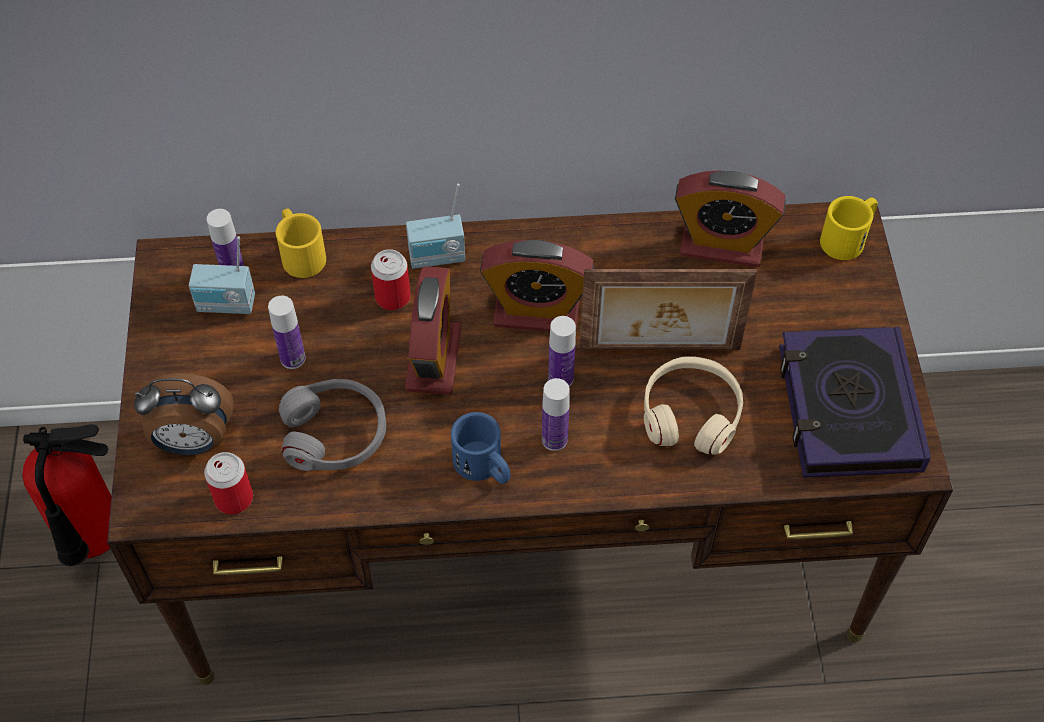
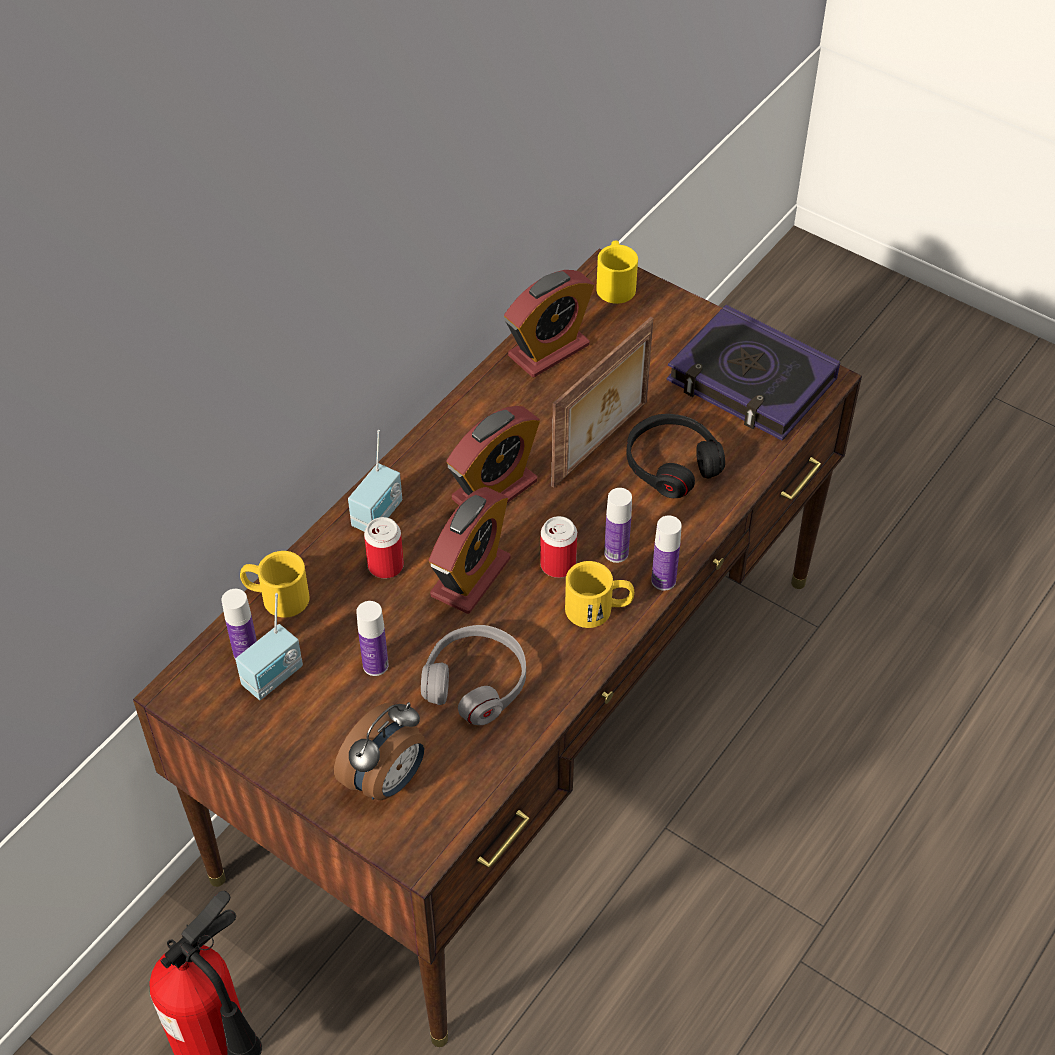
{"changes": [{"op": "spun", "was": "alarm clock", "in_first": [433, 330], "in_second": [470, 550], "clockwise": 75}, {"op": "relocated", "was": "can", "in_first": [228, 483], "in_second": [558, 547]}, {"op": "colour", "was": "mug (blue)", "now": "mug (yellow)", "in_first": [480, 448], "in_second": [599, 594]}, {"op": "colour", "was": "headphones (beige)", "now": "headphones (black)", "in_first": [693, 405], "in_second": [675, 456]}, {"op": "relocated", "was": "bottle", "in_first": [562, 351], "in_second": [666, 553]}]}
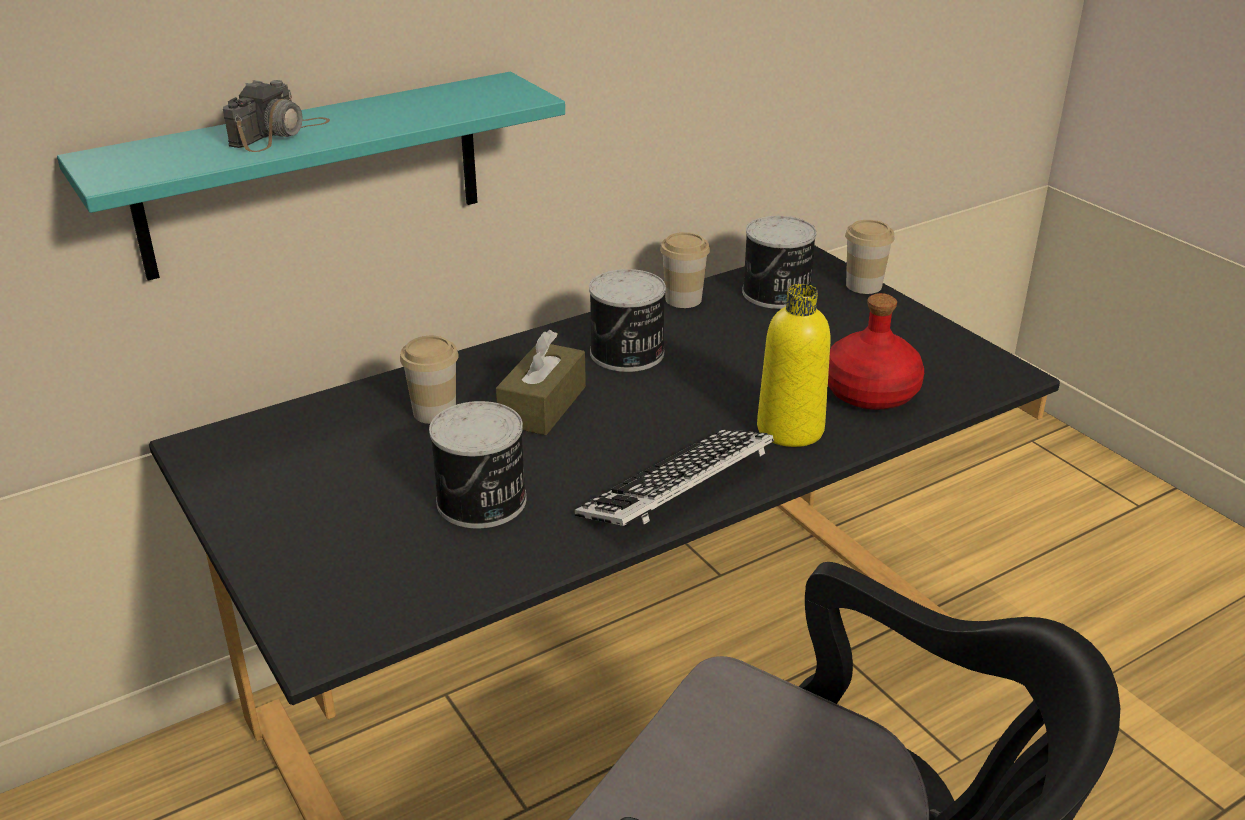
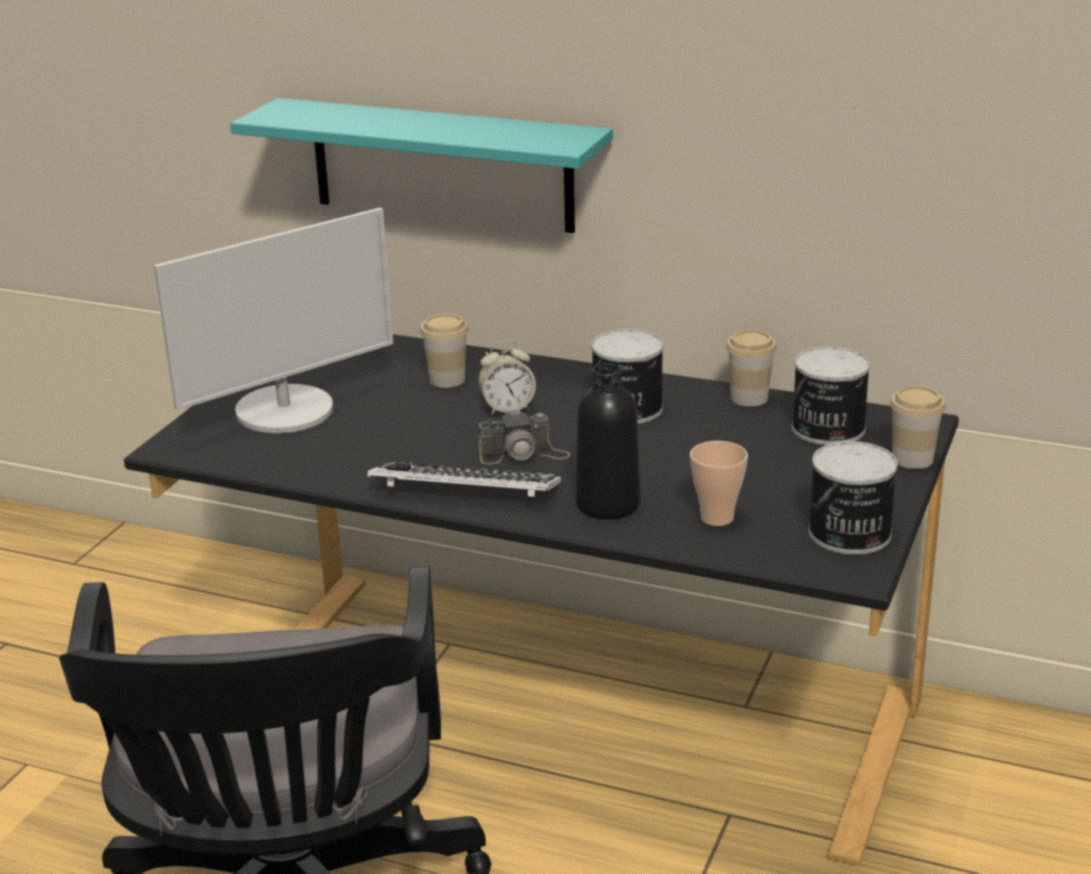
{"changes": [{"op": "appeared", "now": "monitor", "in_second": [273, 320]}, {"op": "exchanged", "was": "tissue box (brown)", "now": "alarm clock", "in_first": [541, 382], "in_second": [507, 377]}, {"op": "relocated", "was": "photo camera", "in_first": [276, 116], "in_second": [524, 436]}, {"op": "colour", "was": "bottle (yellow)", "now": "bottle (black)", "in_first": [794, 365], "in_second": [608, 441]}, {"op": "exchanged", "was": "bottle (red)", "now": "cup", "in_first": [876, 351], "in_second": [719, 483]}, {"op": "relocated", "was": "can", "in_first": [478, 464], "in_second": [853, 498]}]}
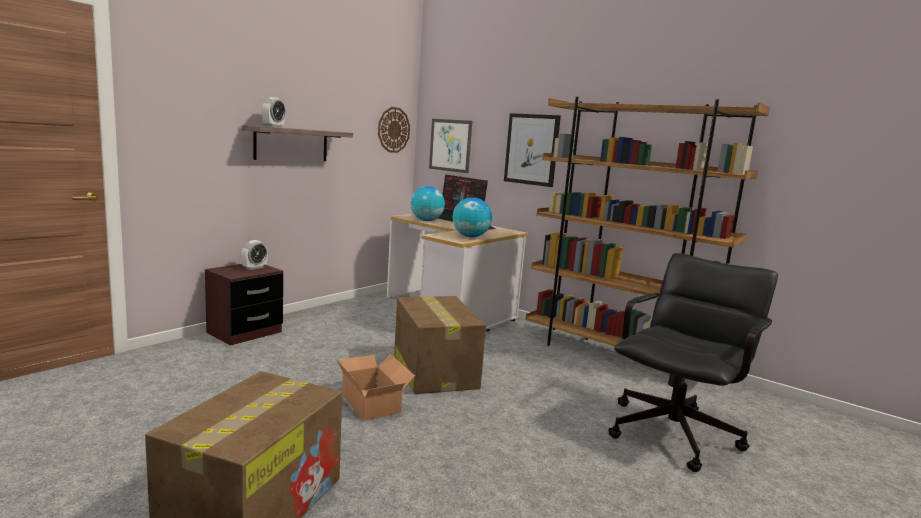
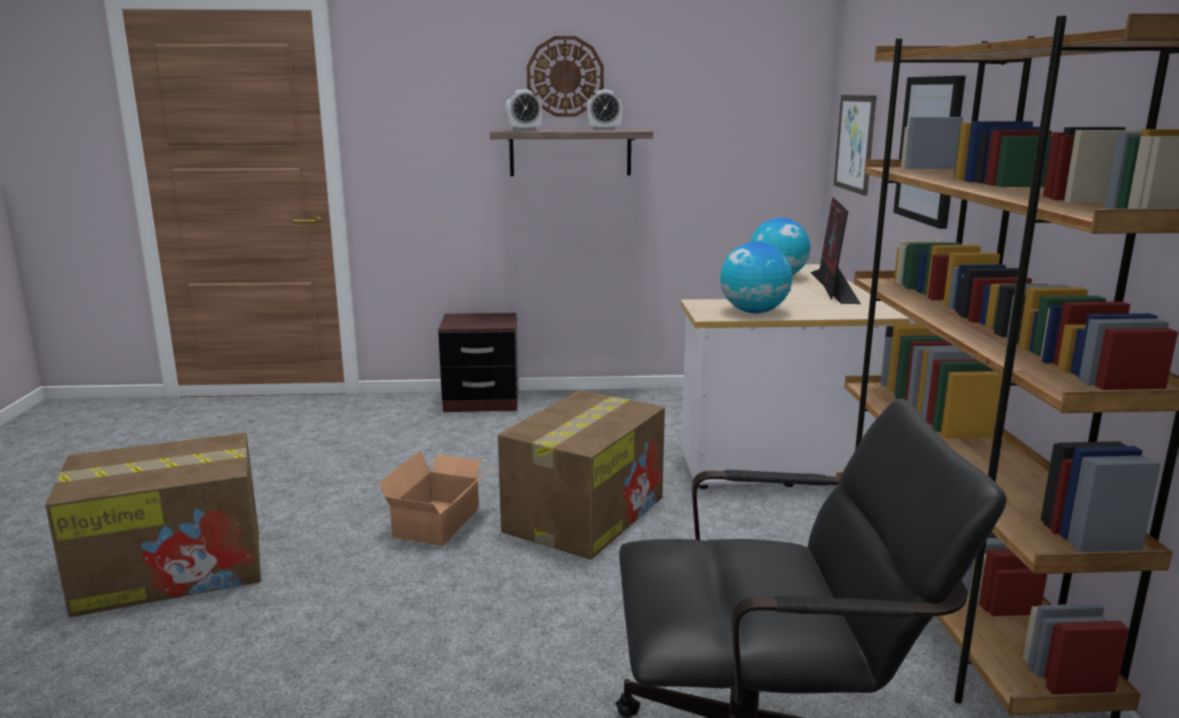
{"changes": [{"op": "relocated", "was": "wall clock", "in_first": [394, 130], "in_second": [565, 76]}, {"op": "relocated", "was": "alarm clock", "in_first": [254, 255], "in_second": [604, 109]}]}
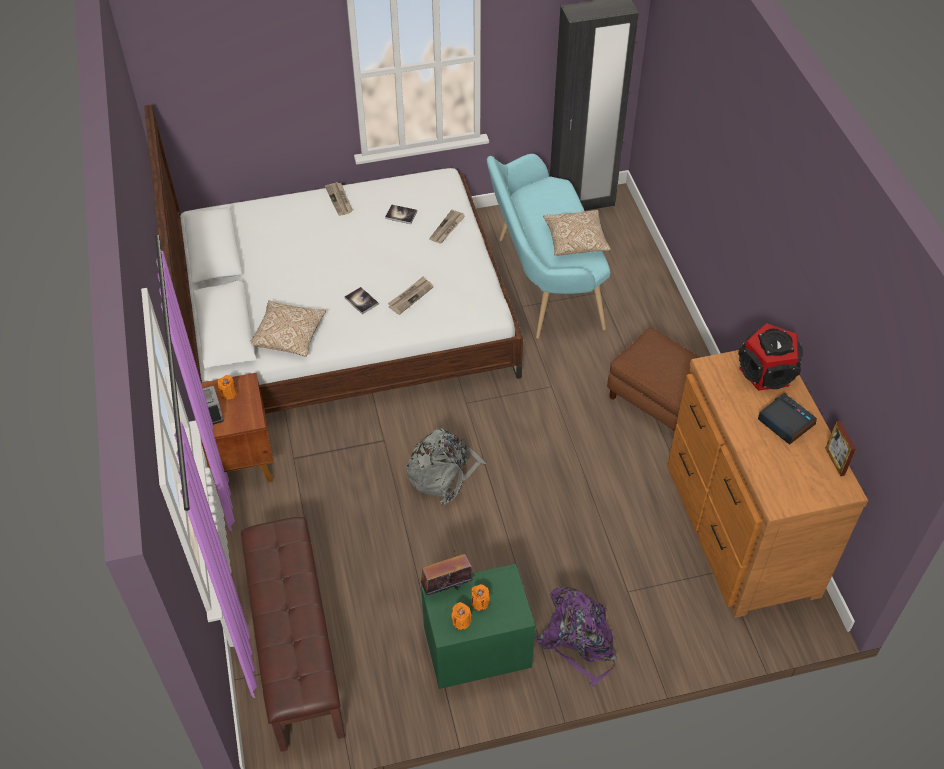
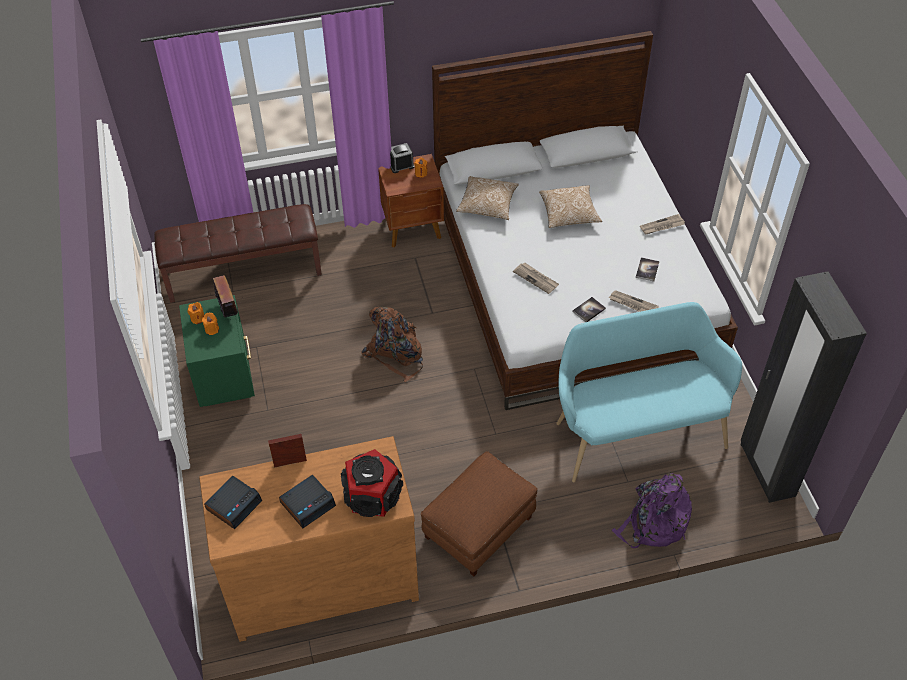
{"changes": [{"op": "appeared", "now": "alarm clock", "in_second": [233, 502]}, {"op": "relocated", "was": "picture frame", "in_first": [840, 448], "in_second": [287, 451]}, {"op": "colour", "was": "backpack (grey)", "now": "backpack (brown)", "in_first": [446, 466], "in_second": [392, 344]}, {"op": "relocated", "was": "pillow", "in_first": [577, 233], "in_second": [570, 206]}, {"op": "relocated", "was": "book", "in_first": [361, 300], "in_second": [589, 309]}, {"op": "relocated", "was": "backpack (purple)", "in_first": [576, 637], "in_second": [652, 510]}]}
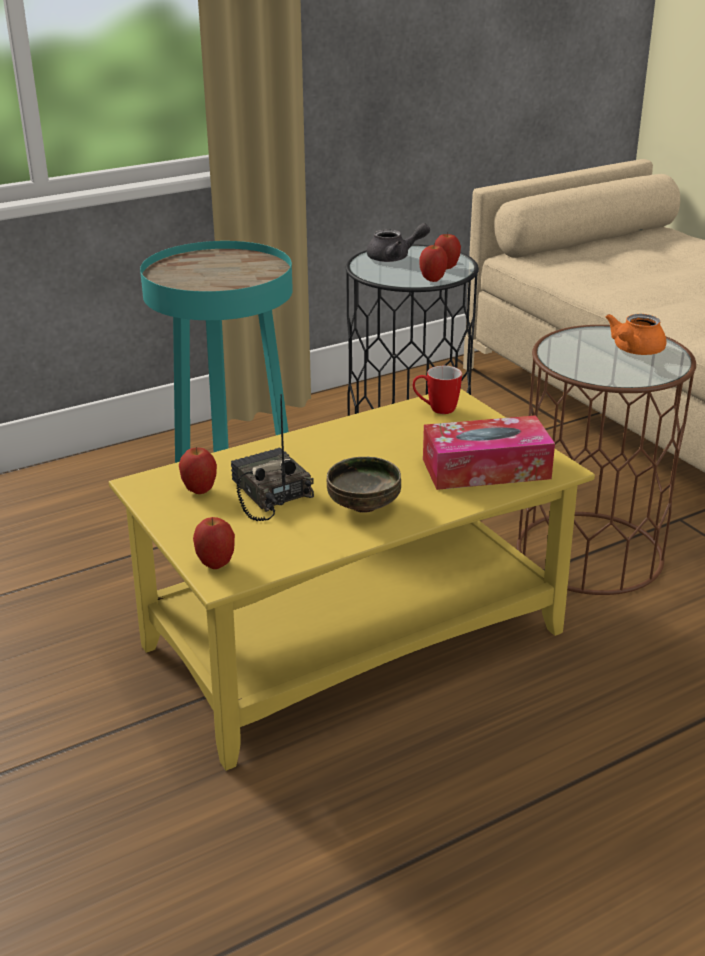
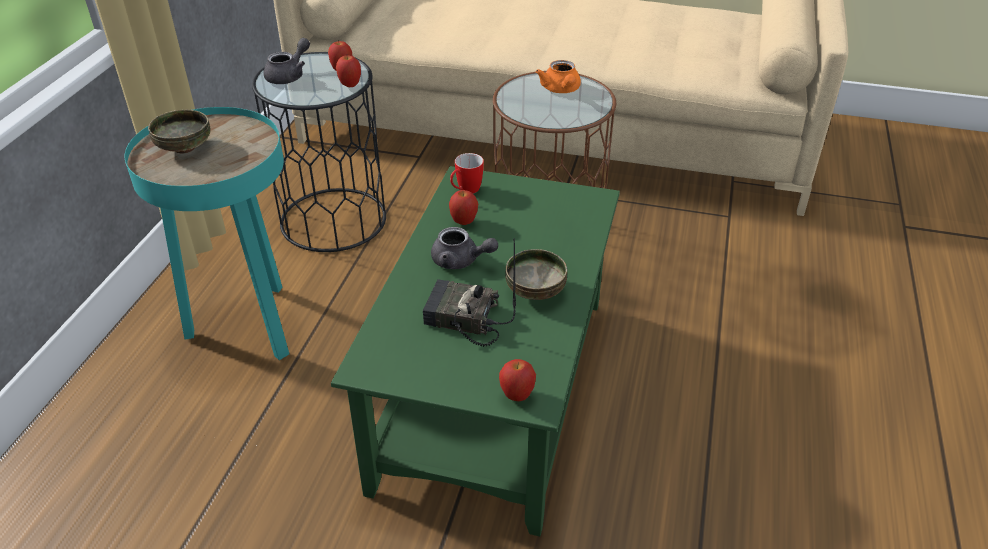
{"changes": [{"op": "appeared", "now": "bowl", "in_second": [179, 132]}, {"op": "colour", "was": "coffee table (yellow)", "now": "coffee table (green)", "in_first": [352, 580], "in_second": [475, 351]}, {"op": "appeared", "now": "teapot (grey)", "in_second": [464, 248]}, {"op": "relocated", "was": "apple", "in_first": [198, 470], "in_second": [463, 207]}, {"op": "missing", "was": "tissue box", "in_first": [489, 452]}]}
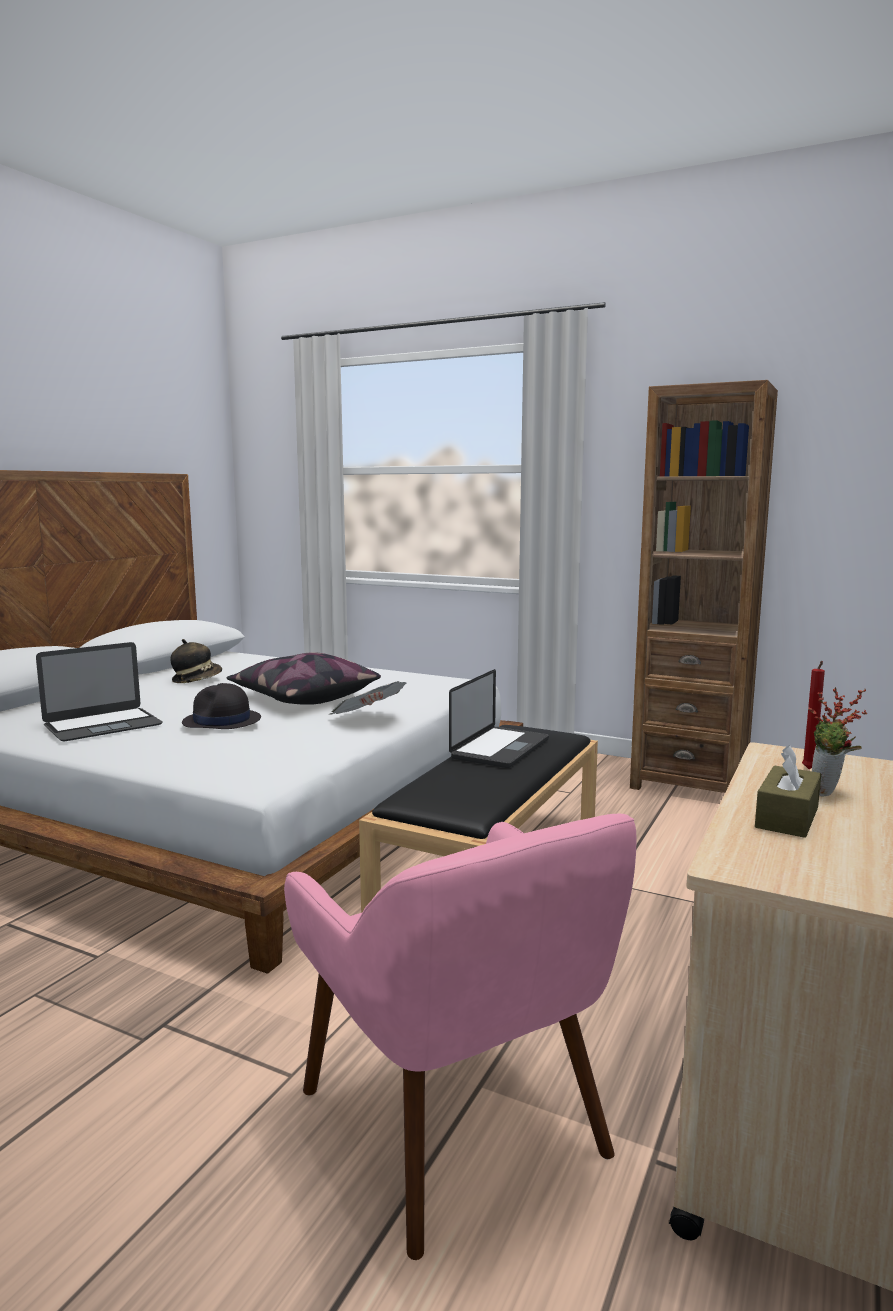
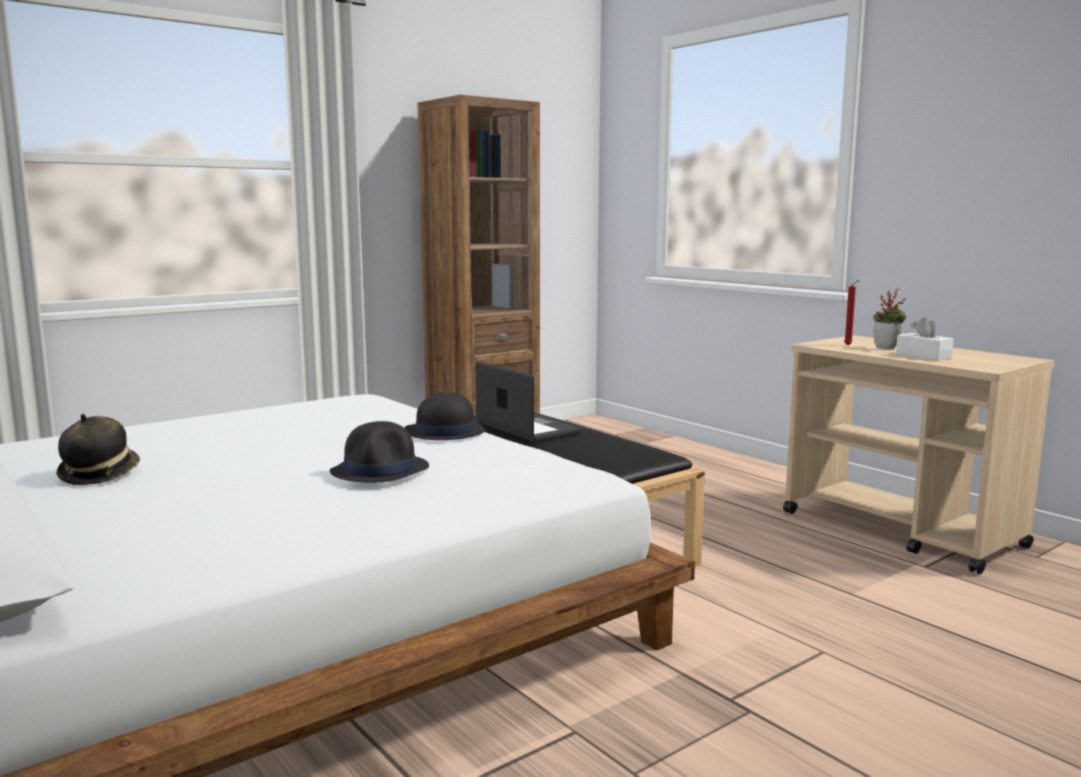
{"changes": [{"op": "exchanged", "was": "newspaper", "now": "hat (black)", "in_first": [368, 698], "in_second": [445, 416]}, {"op": "colour", "was": "tissue box (brown)", "now": "tissue box (white)", "in_first": [788, 791], "in_second": [925, 339]}, {"op": "missing", "was": "laptop", "in_first": [99, 691]}, {"op": "missing", "was": "pillow", "in_first": [304, 678]}, {"op": "missing", "was": "armchair (pink)", "in_first": [460, 1037]}]}
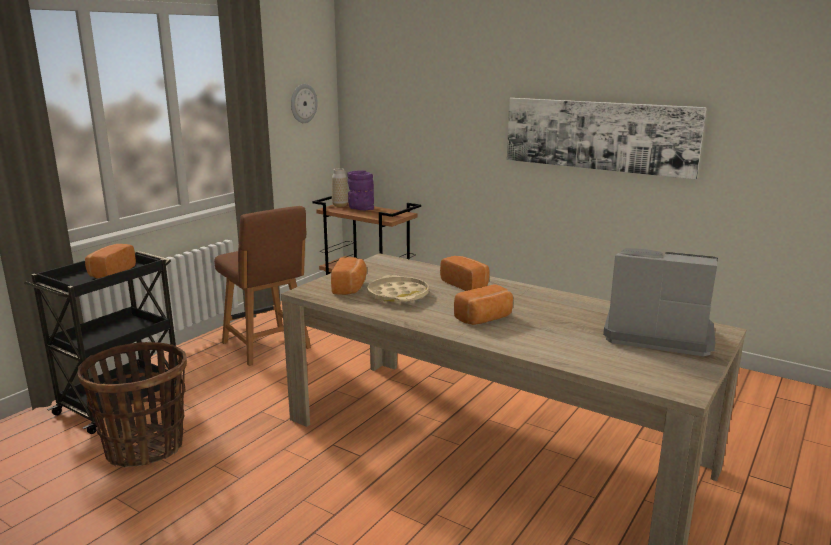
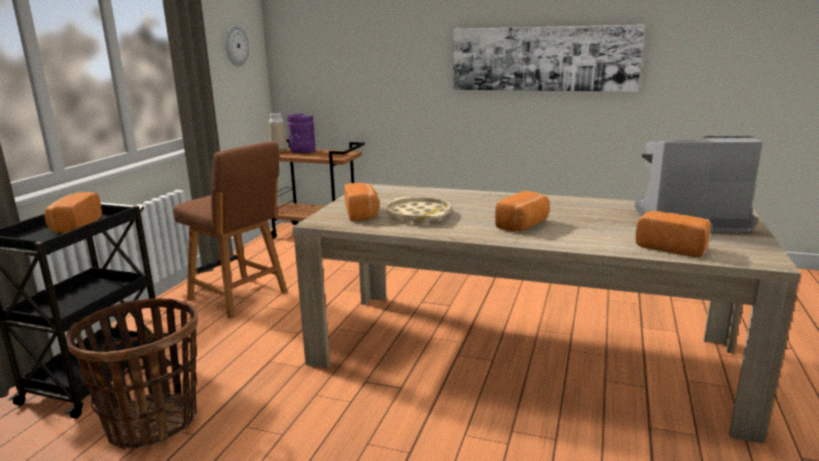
{"changes": [{"op": "relocated", "was": "bread", "in_first": [465, 273], "in_second": [673, 234]}]}
